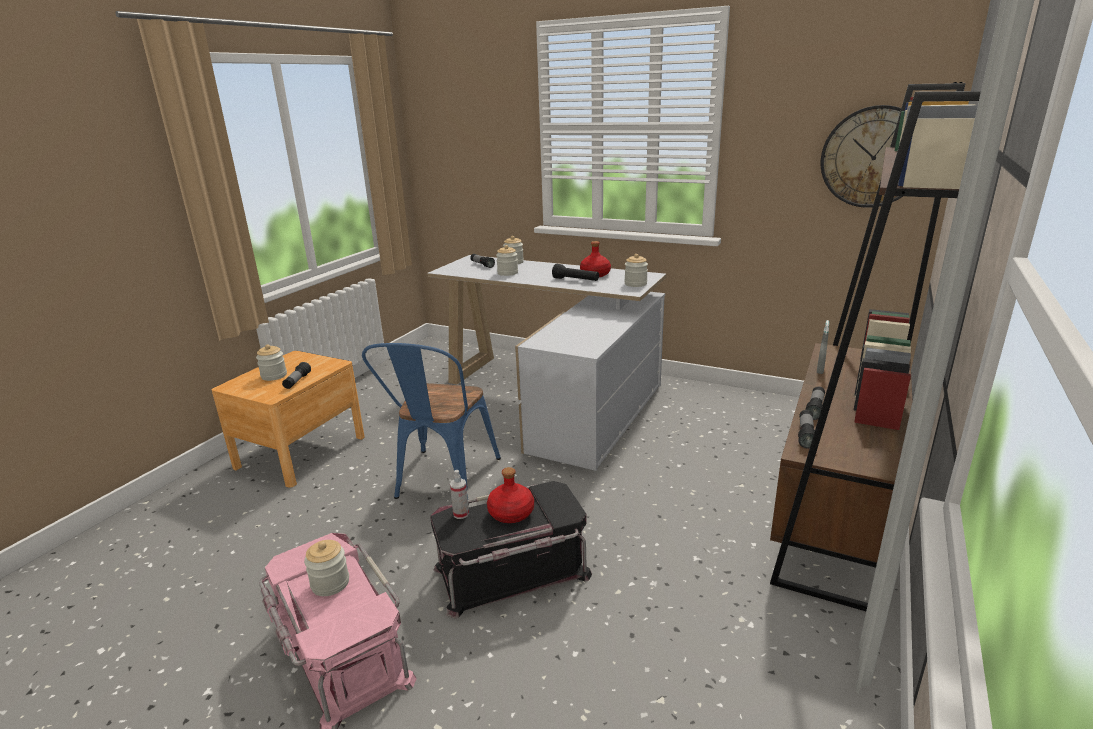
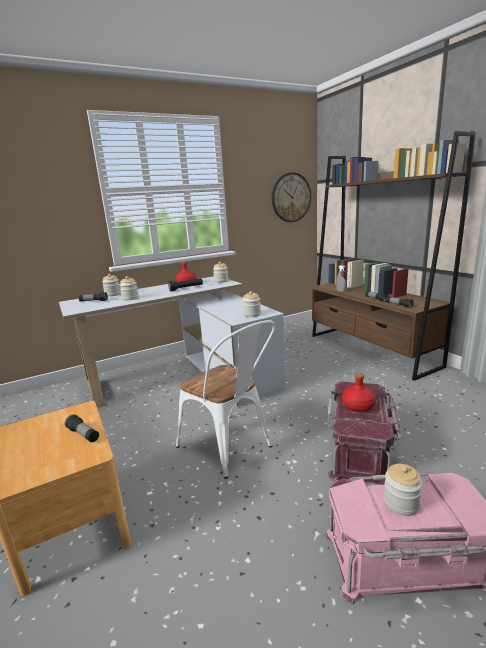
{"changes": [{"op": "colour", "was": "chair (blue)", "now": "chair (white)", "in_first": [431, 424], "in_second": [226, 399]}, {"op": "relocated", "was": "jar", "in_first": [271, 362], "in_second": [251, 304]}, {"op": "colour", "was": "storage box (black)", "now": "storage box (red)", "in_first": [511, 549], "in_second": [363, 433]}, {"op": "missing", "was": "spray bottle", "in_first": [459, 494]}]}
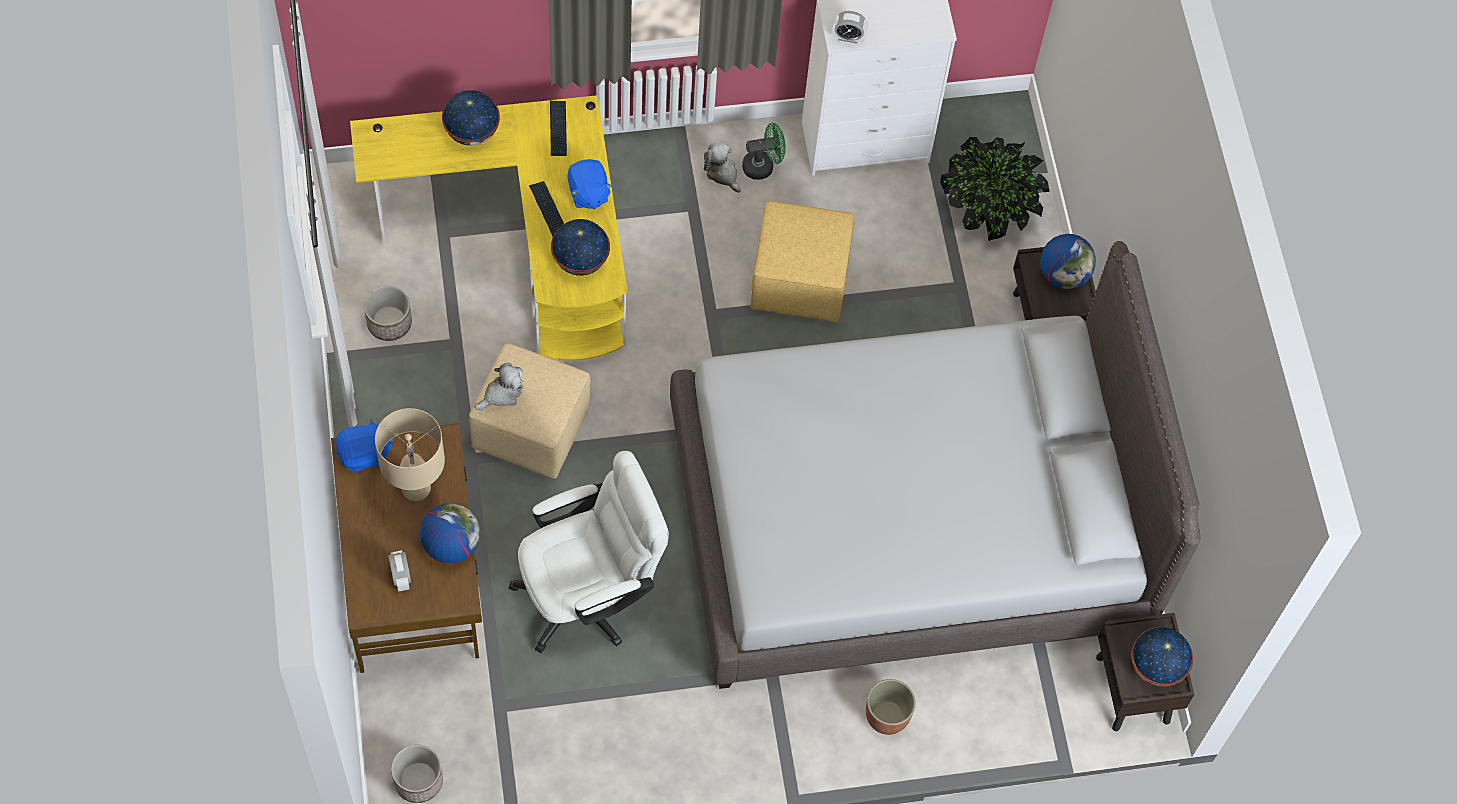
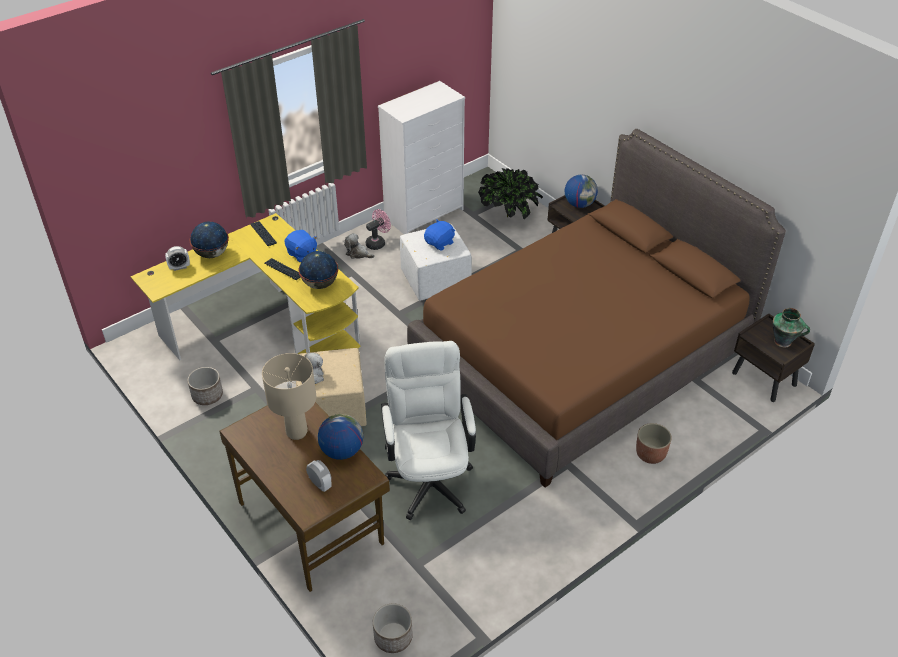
{"changes": [{"op": "relocated", "was": "alarm clock", "in_first": [850, 27], "in_second": [177, 258]}, {"op": "colour", "was": "fan (green)", "now": "fan (pink)", "in_first": [764, 151], "in_second": [378, 229]}, {"op": "spun", "was": "office chair (white)", "in_first": [588, 552], "in_second": [428, 431], "clockwise": -45}, {"op": "colour", "was": "ottoman (yellow)", "now": "ottoman (white)", "in_first": [802, 261], "in_second": [436, 262]}, {"op": "colour", "was": "bed (grey)", "now": "bed (brown)", "in_first": [935, 465], "in_second": [596, 308]}, {"op": "relocated", "was": "plush toy (blue)", "in_first": [365, 445], "in_second": [439, 235]}, {"op": "exchanged", "was": "globe", "now": "vase", "in_first": [1162, 657], "in_second": [791, 328]}]}
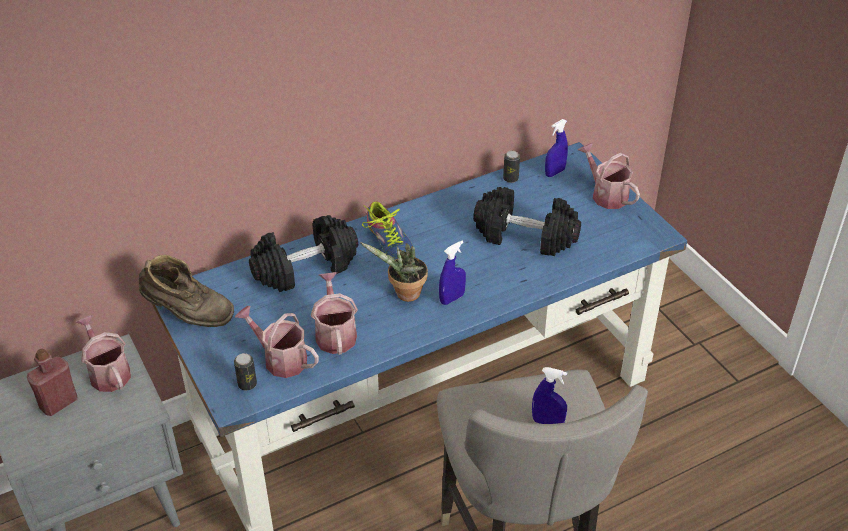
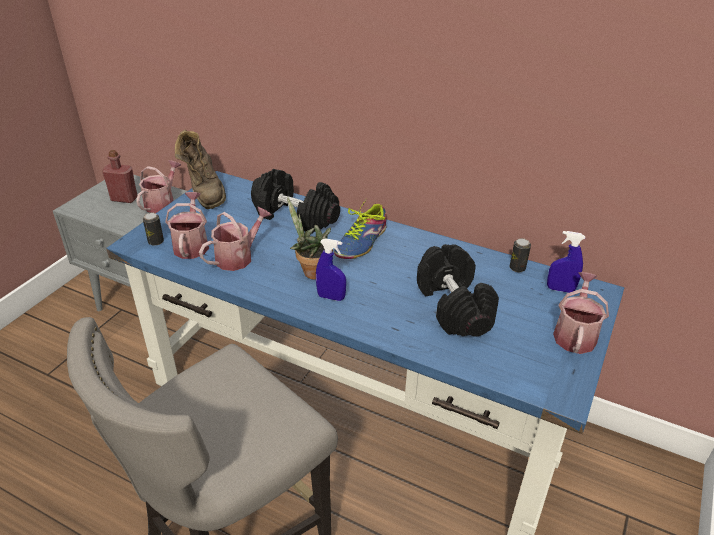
{"changes": [{"op": "missing", "was": "spray bottle (blue)", "in_first": [549, 395]}]}
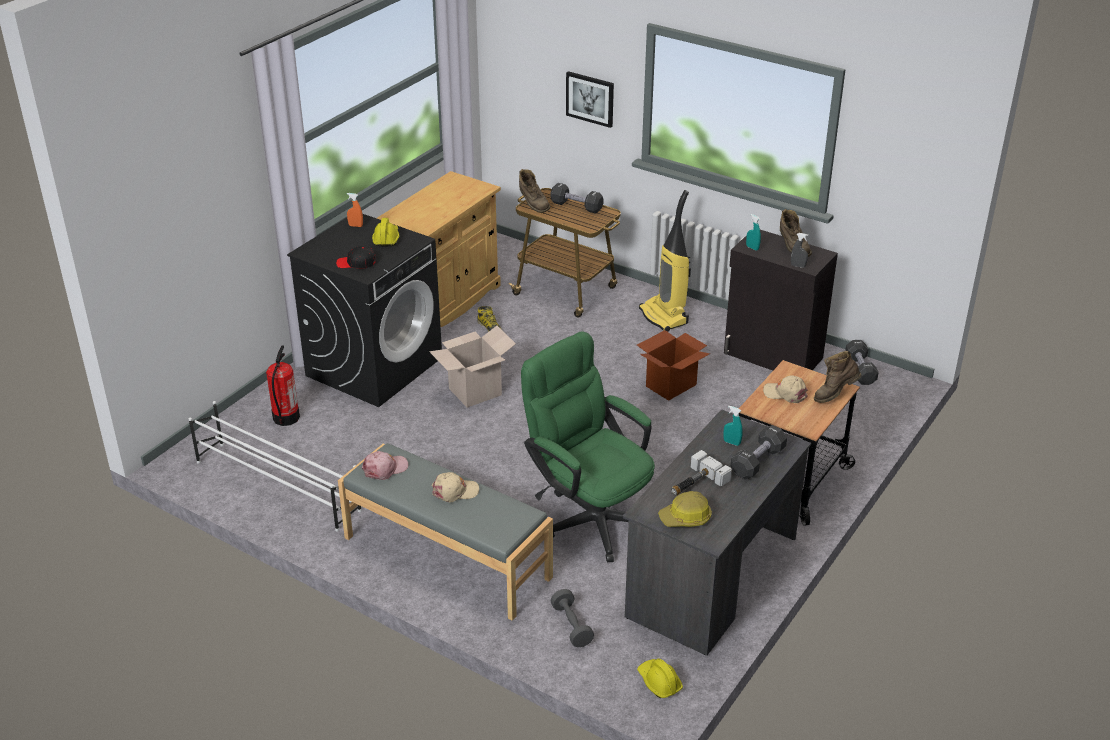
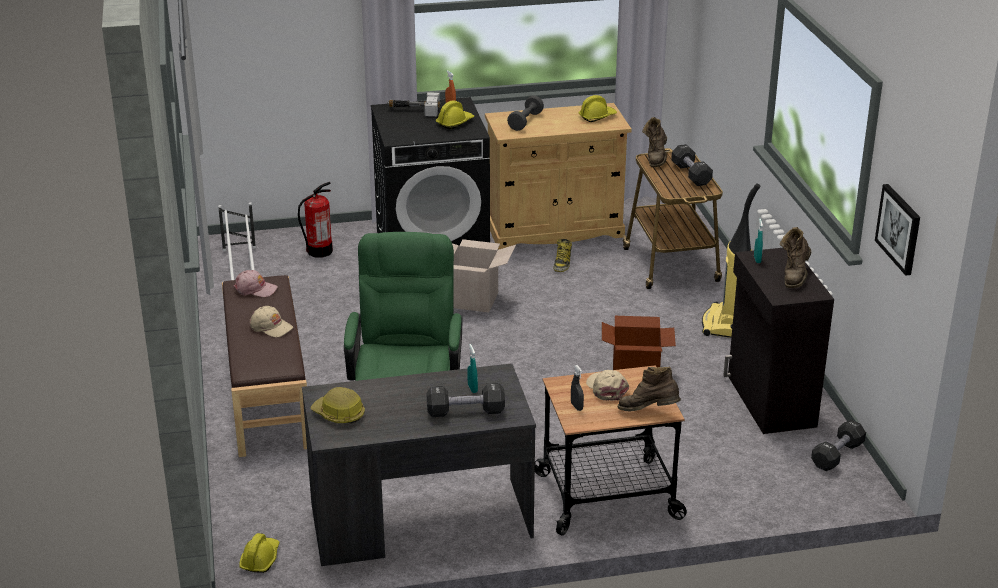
{"changes": [{"op": "colour", "was": "bench (grey)", "now": "bench (brown)", "in_first": [445, 532], "in_second": [264, 366]}, {"op": "relocated", "was": "hammer", "in_first": [701, 473], "in_second": [414, 104]}, {"op": "relocated", "was": "dumbbell (grey)", "in_first": [572, 618], "in_second": [525, 113]}, {"op": "relocated", "was": "spray bottle (grey)", "in_first": [799, 250], "in_second": [577, 388]}, {"op": "appeared", "now": "hard hat (yellow)", "in_second": [598, 108]}, {"op": "relocated", "was": "picture", "in_first": [590, 99], "in_second": [897, 230]}, {"op": "missing", "was": "cap (black)", "in_first": [356, 257]}]}
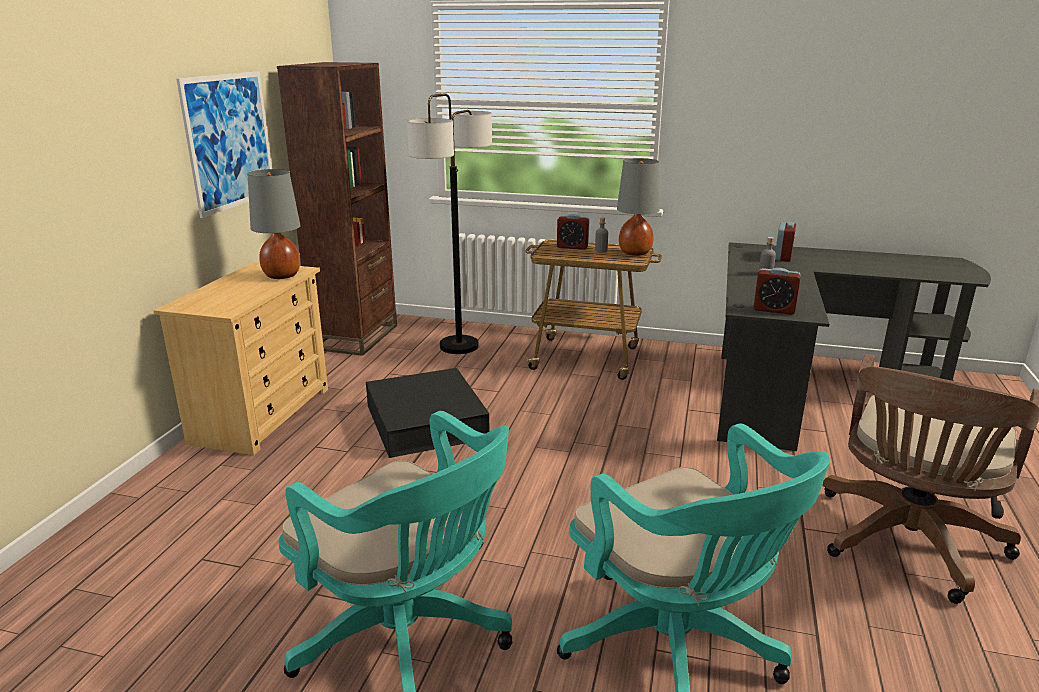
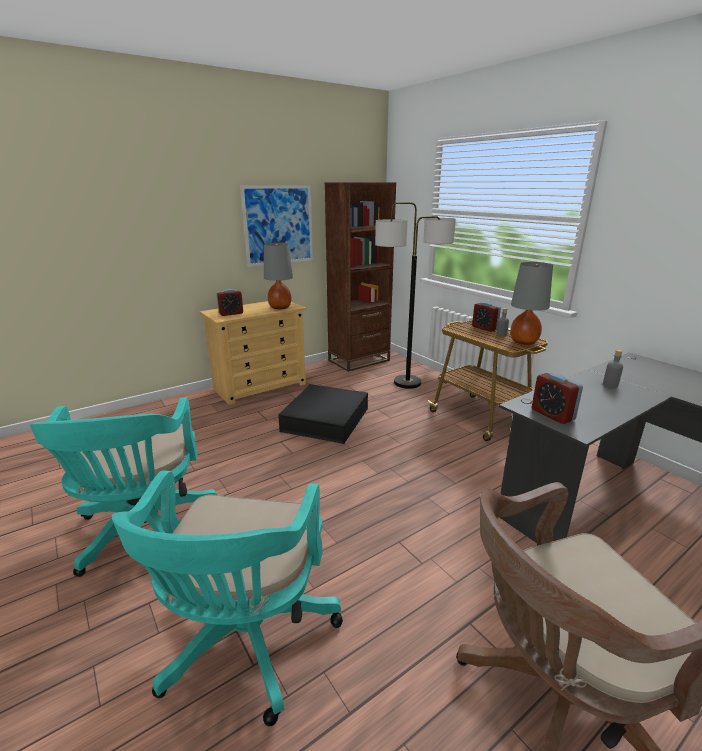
{"changes": [{"op": "relocated", "was": "alarm clock", "in_first": [785, 242], "in_second": [230, 302]}]}
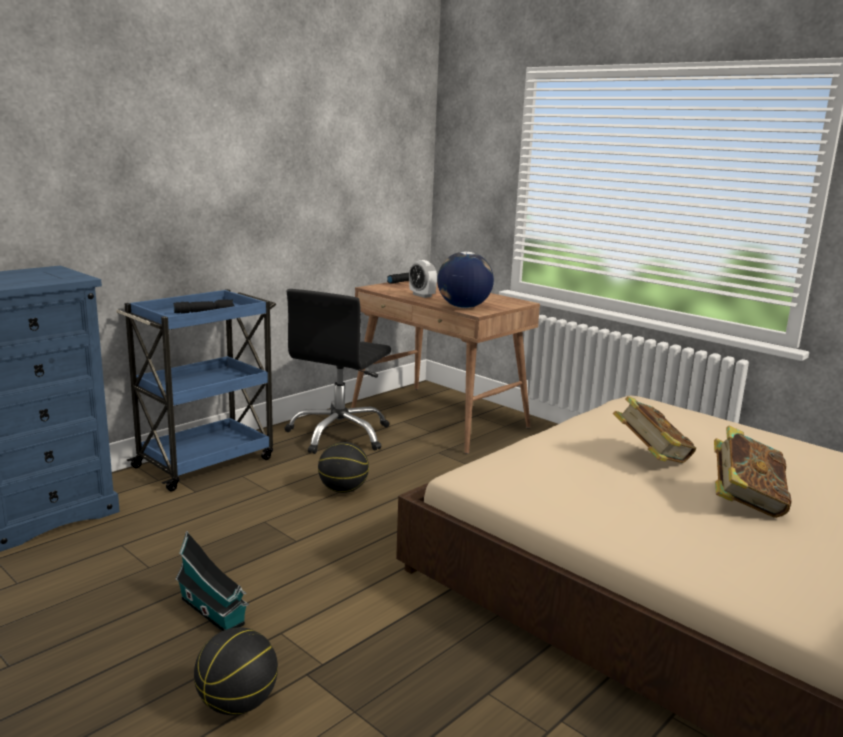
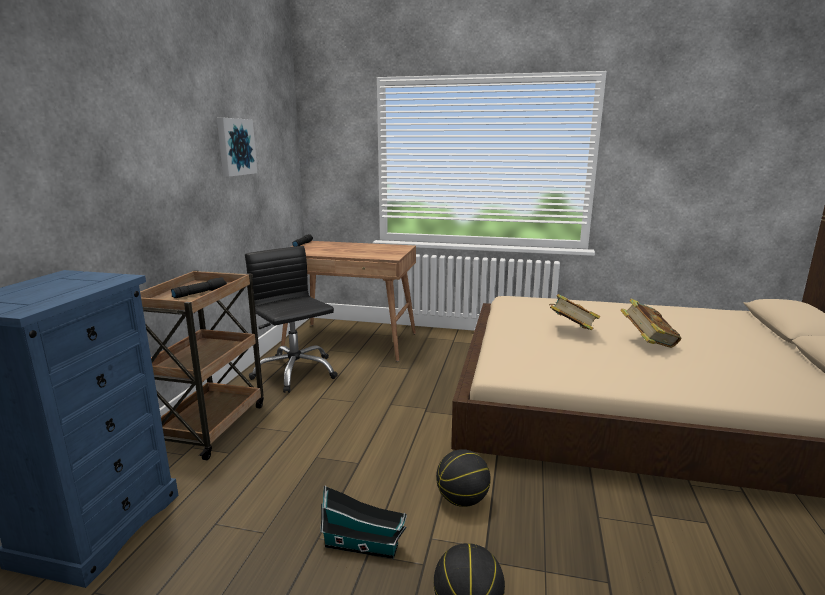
{"changes": [{"op": "colour", "was": "cart (blue)", "now": "cart (brown)", "in_first": [196, 390], "in_second": [202, 365]}, {"op": "appeared", "now": "picture", "in_second": [237, 147]}, {"op": "spun", "was": "office chair (black)", "in_first": [337, 371], "in_second": [291, 319], "clockwise": 150}, {"op": "relocated", "was": "basketball", "in_first": [343, 467], "in_second": [463, 478]}, {"op": "missing", "was": "alarm clock", "in_first": [423, 279]}, {"op": "missing", "was": "globe", "in_first": [465, 279]}]}
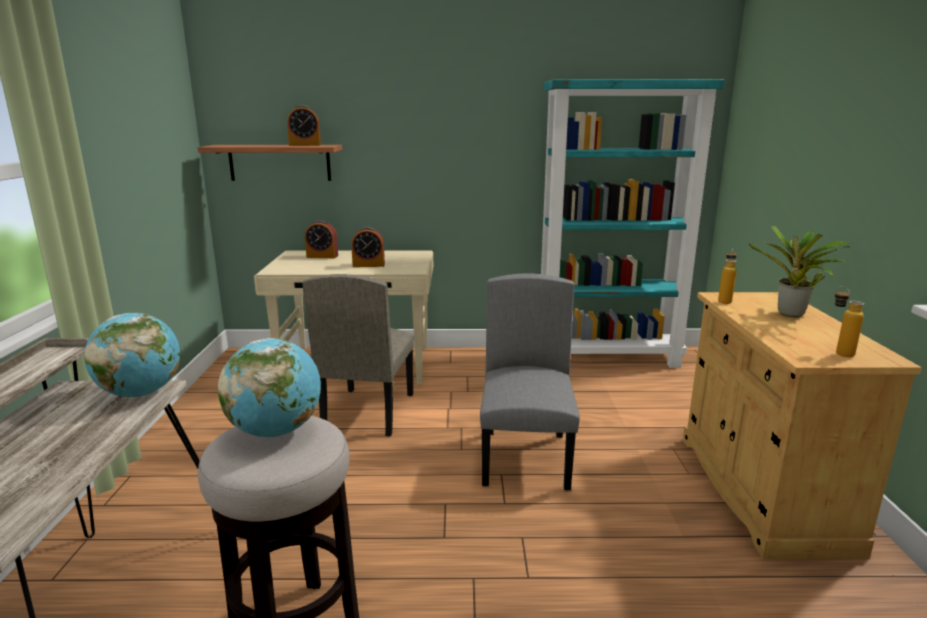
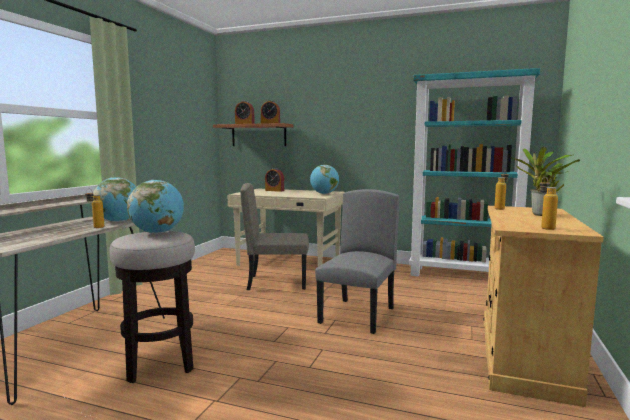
{"changes": [{"op": "appeared", "now": "bottle", "in_second": [94, 208]}, {"op": "relocated", "was": "alarm clock", "in_first": [368, 246], "in_second": [245, 112]}, {"op": "spun", "was": "chair (beige)", "in_first": [358, 355], "in_second": [274, 236], "clockwise": 60}, {"op": "appeared", "now": "globe", "in_second": [324, 179]}]}
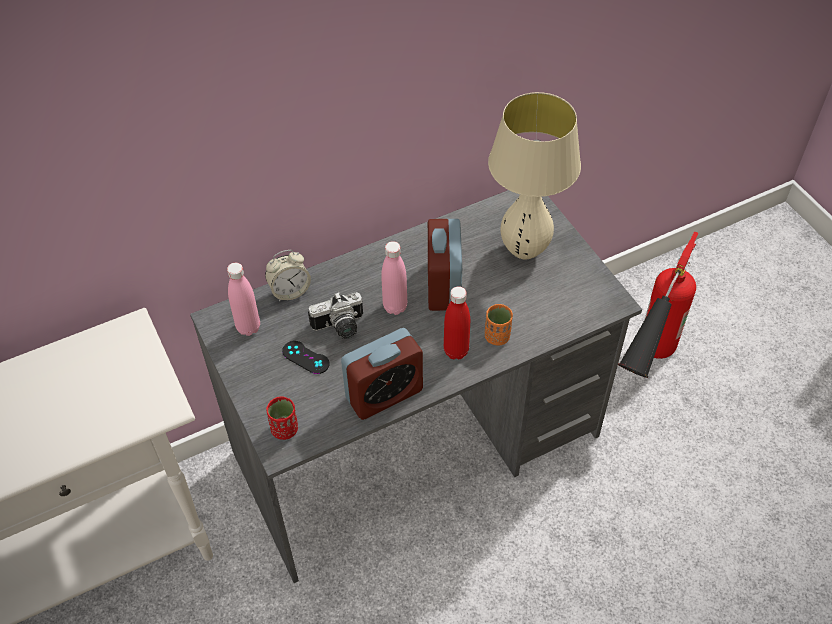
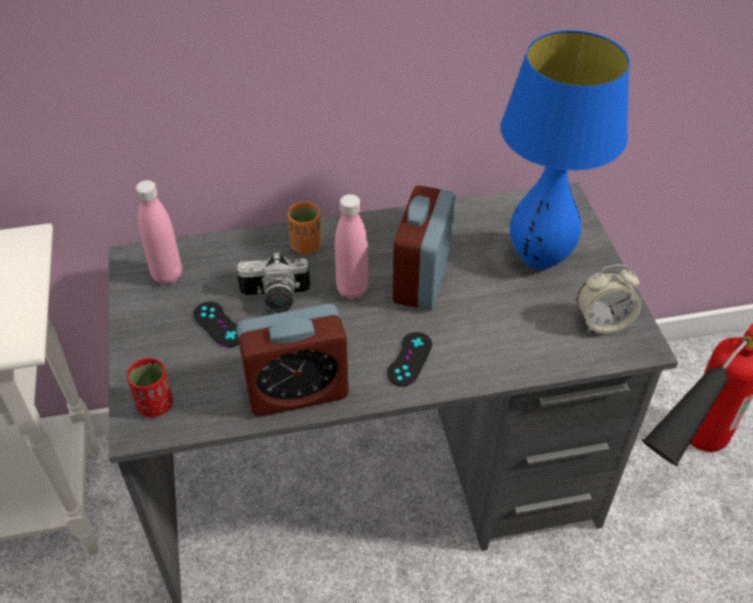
{"changes": [{"op": "relocated", "was": "cup (orange)", "in_first": [499, 325], "in_second": [304, 228]}, {"op": "exchanged", "was": "bottle (red)", "now": "game controller (black)", "in_first": [457, 323], "in_second": [409, 359]}, {"op": "colour", "was": "table lamp (beige)", "now": "table lamp (blue)", "in_first": [534, 175], "in_second": [565, 149]}, {"op": "relocated", "was": "alarm clock", "in_first": [288, 275], "in_second": [609, 299]}]}
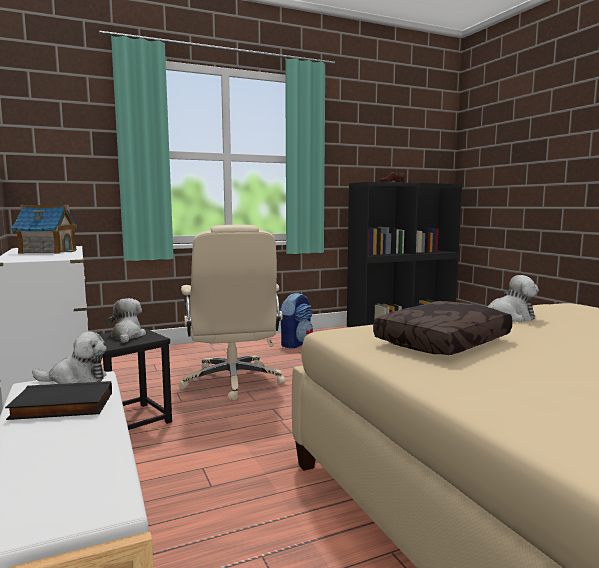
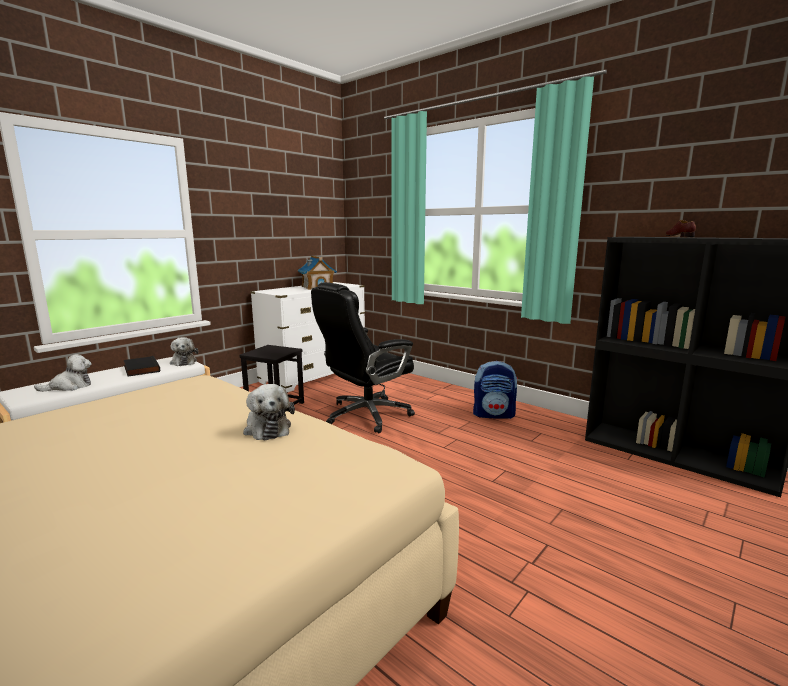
{"changes": [{"op": "relocated", "was": "plush toy", "in_first": [126, 320], "in_second": [62, 373]}, {"op": "colour", "was": "office chair (beige)", "now": "office chair (black)", "in_first": [231, 313], "in_second": [363, 357]}, {"op": "missing", "was": "pillow (brown)", "in_first": [443, 328]}]}
